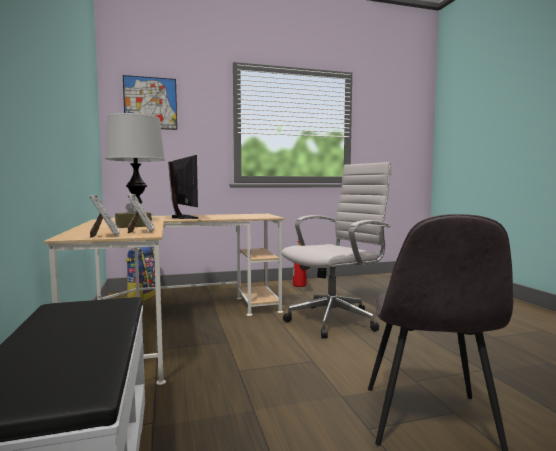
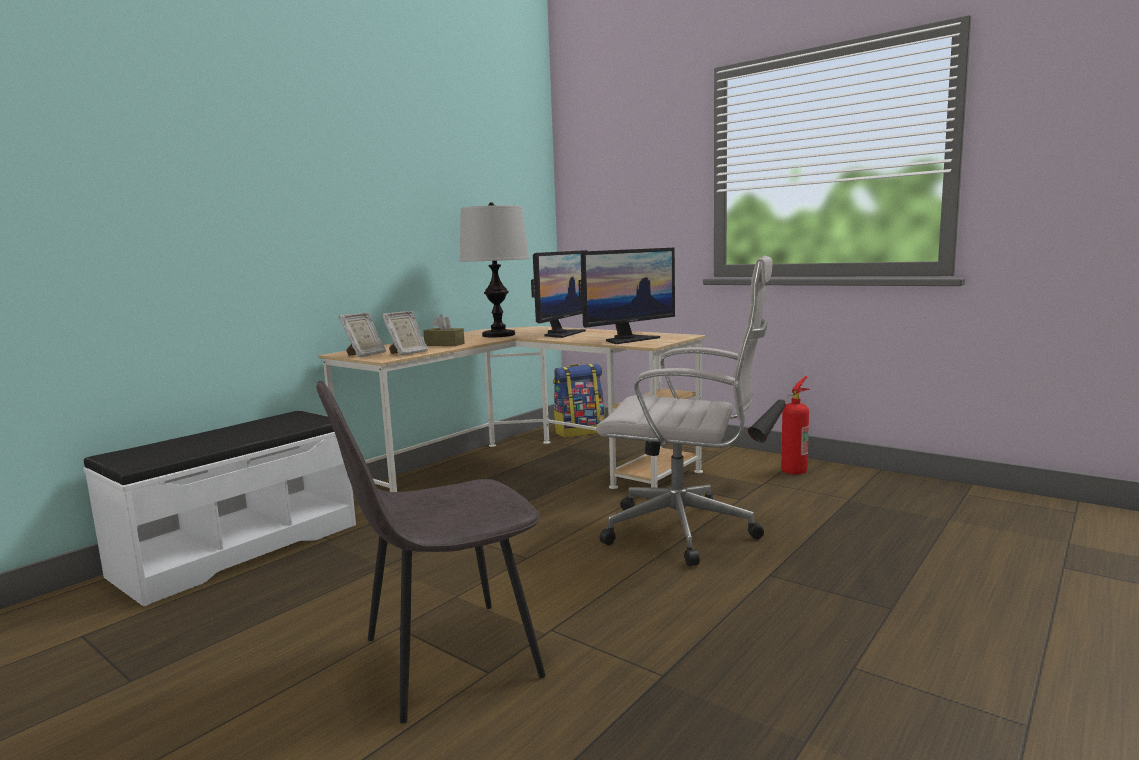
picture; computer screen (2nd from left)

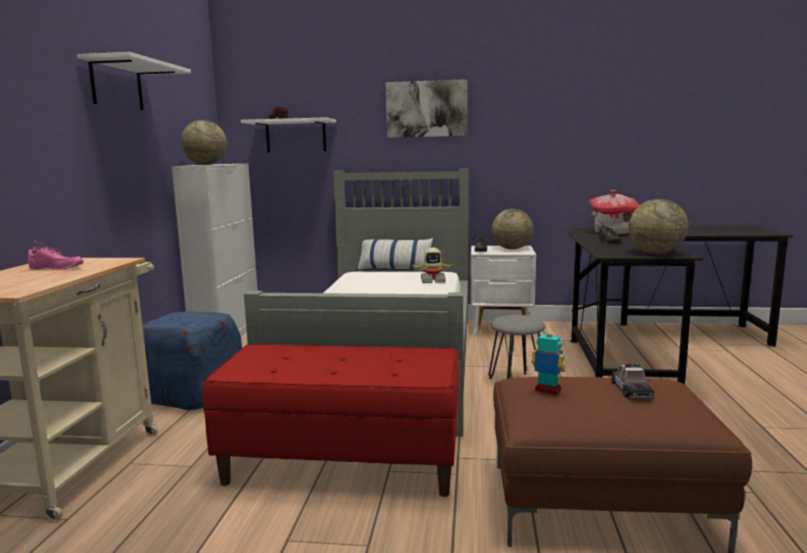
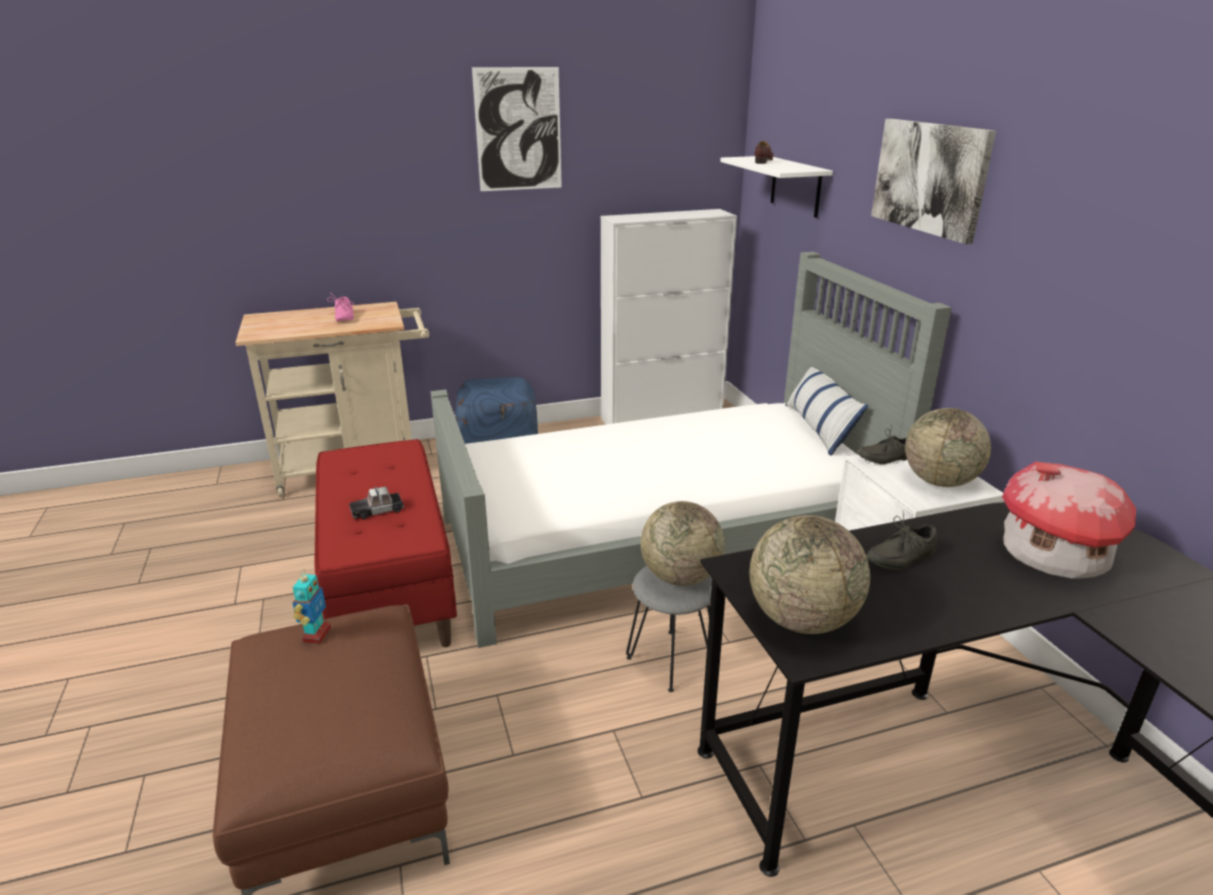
picture (1st from left); globe (1st from left); robot figure (1st from left in the first image); miniature car

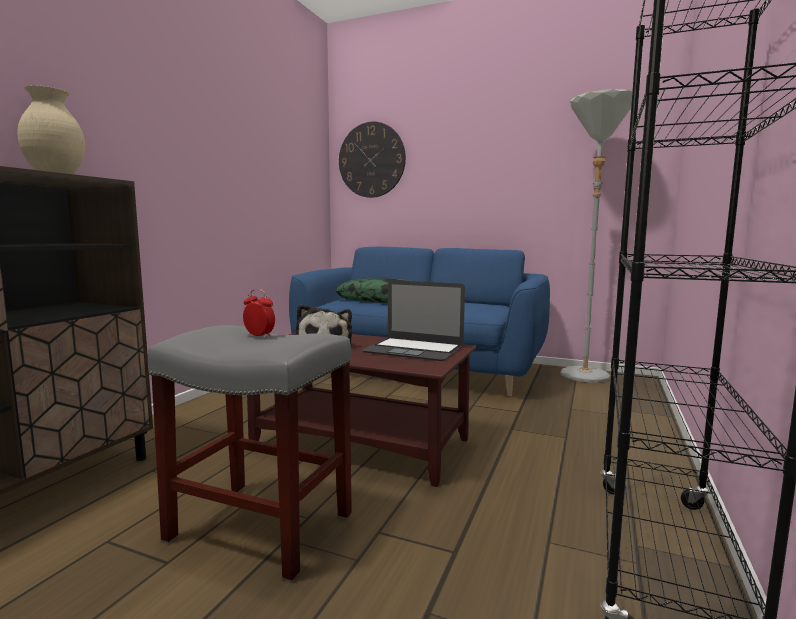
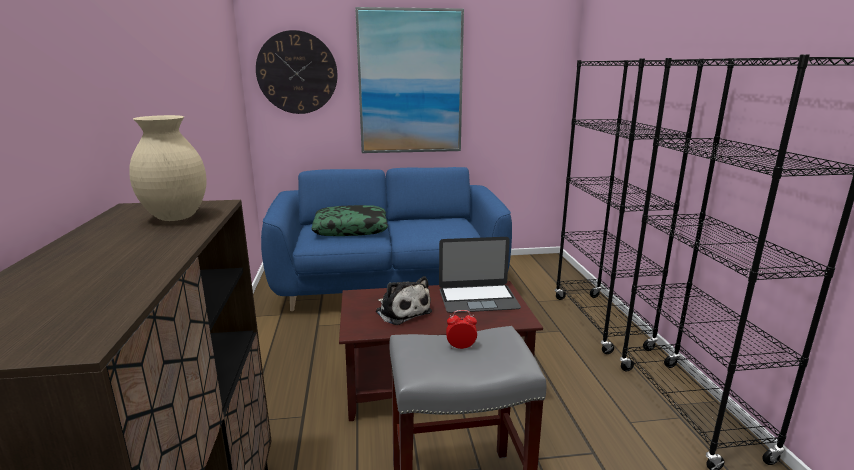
greyish standard lamp; picture; black shelving unit (1st from left)

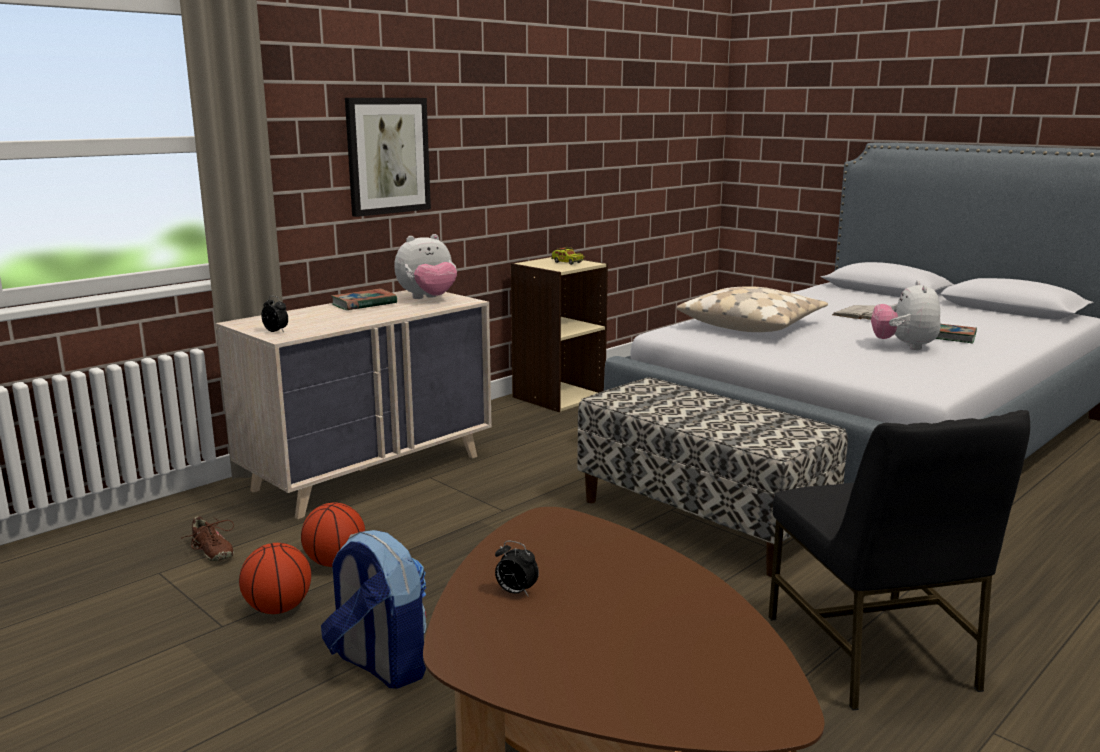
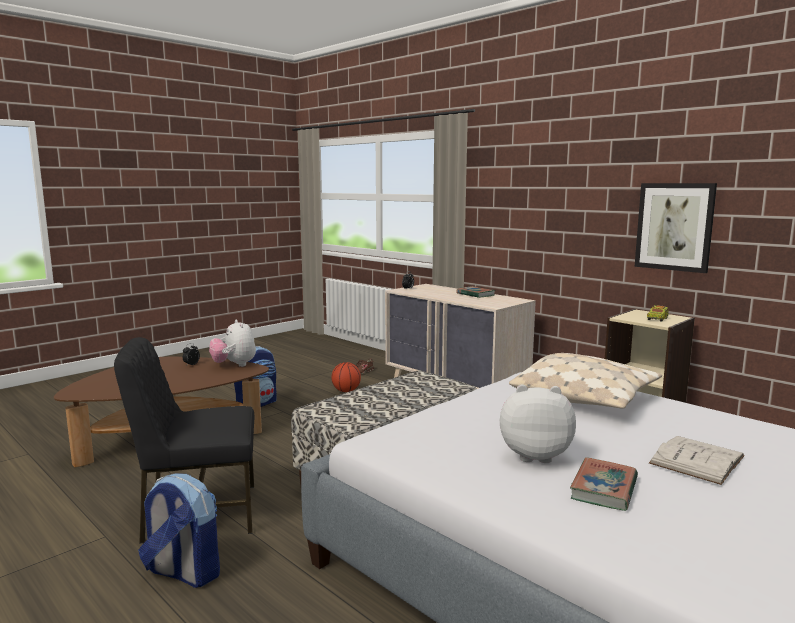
ball for basketball (1st from left in the first image); picture; cuddly toy (1st from left); rucksack (1st from left)

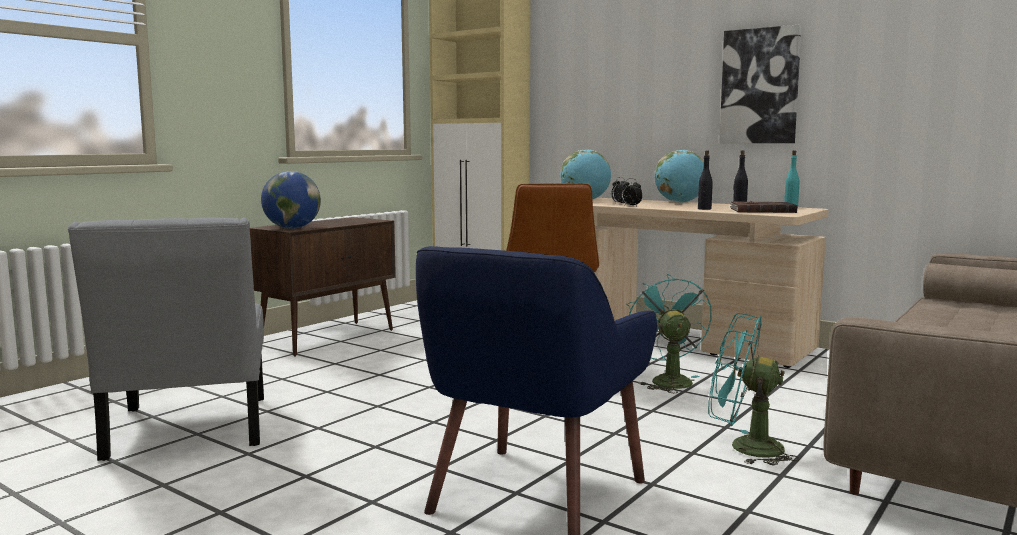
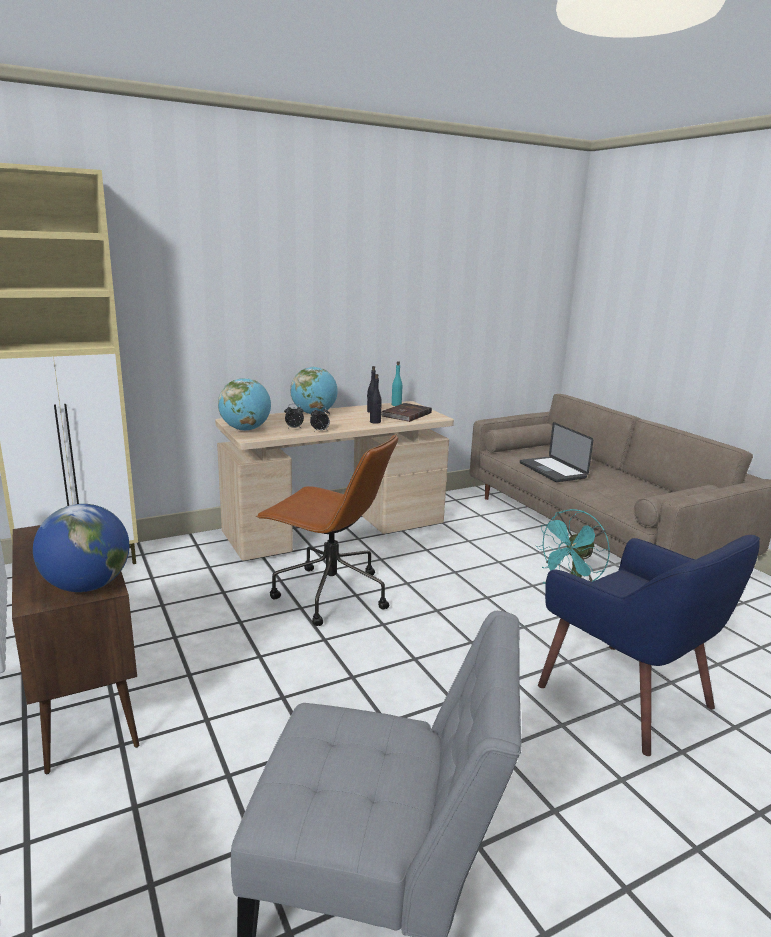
turquoise electric fan (1st from left in the first image); picture; laptop

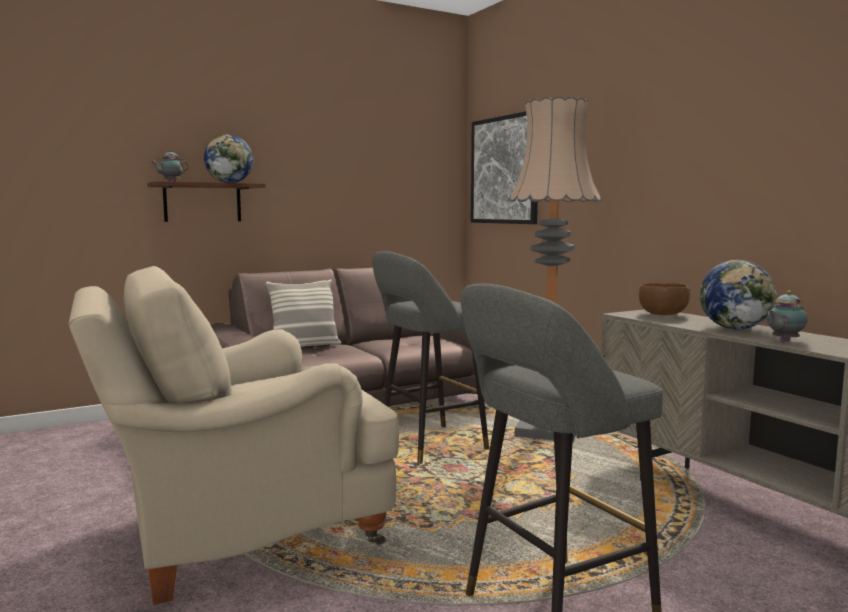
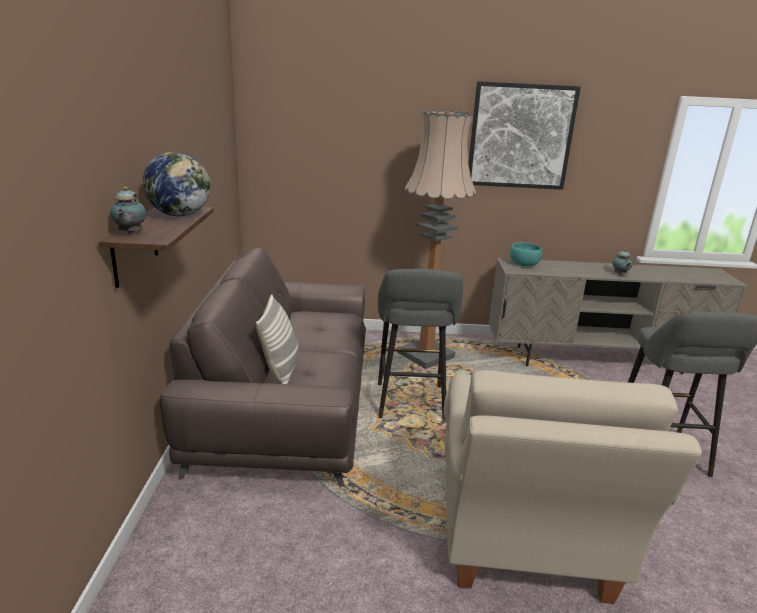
picture; turquoise serving bowl; globe (2nd from left in the first image)

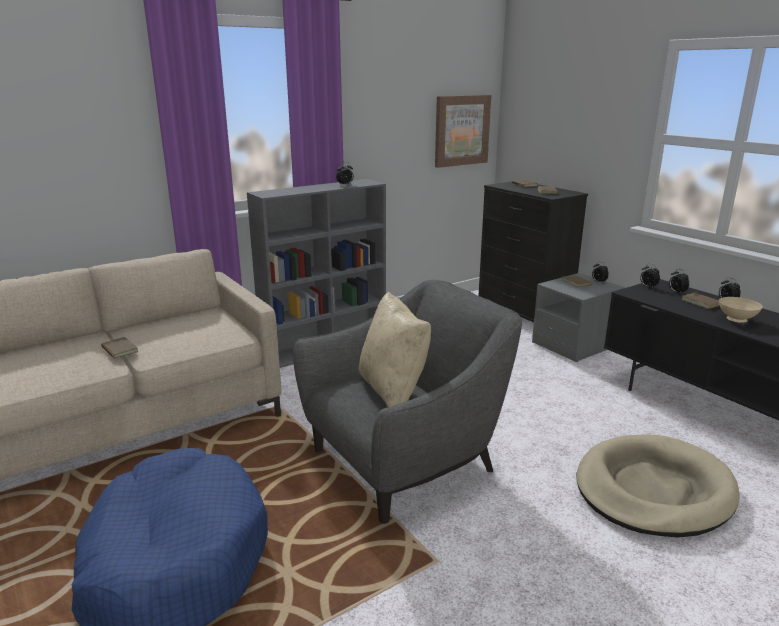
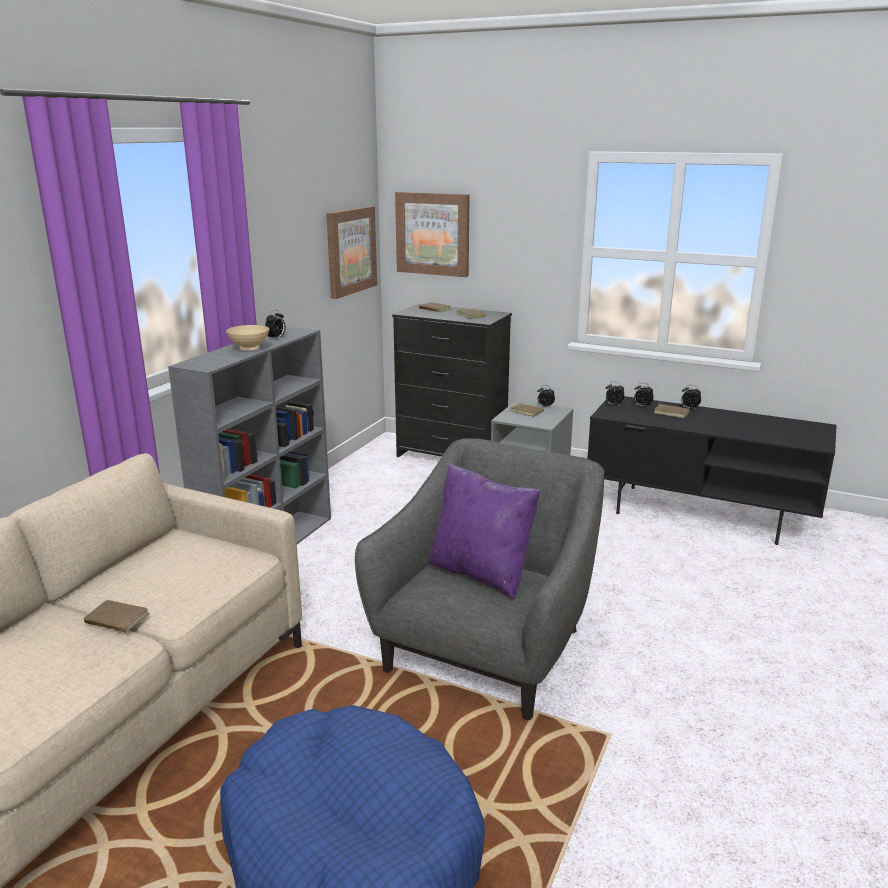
purple-coloured throw pillow; sand-coloured pet bed; sand-coloured serving bowl; picture (2nd from left)

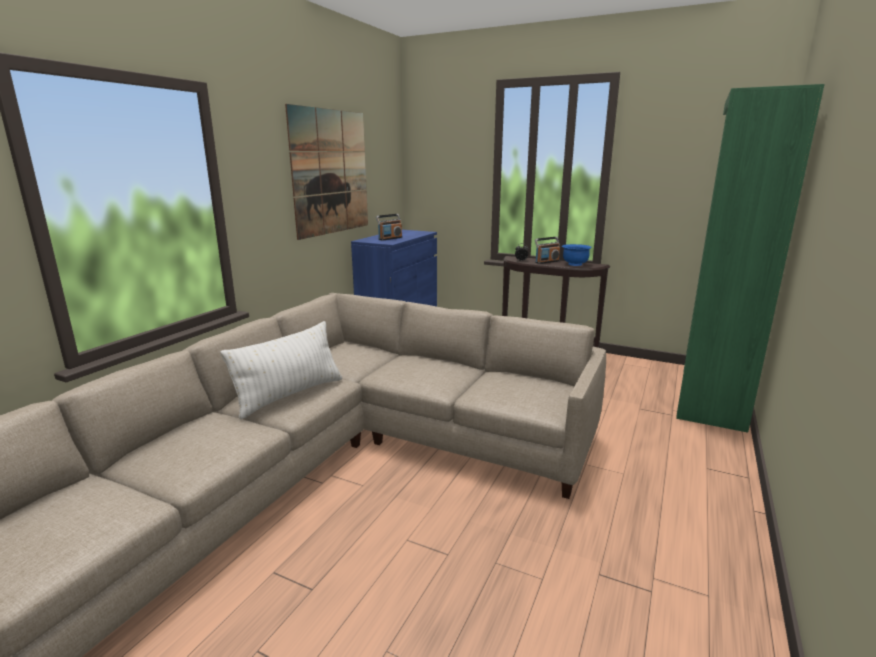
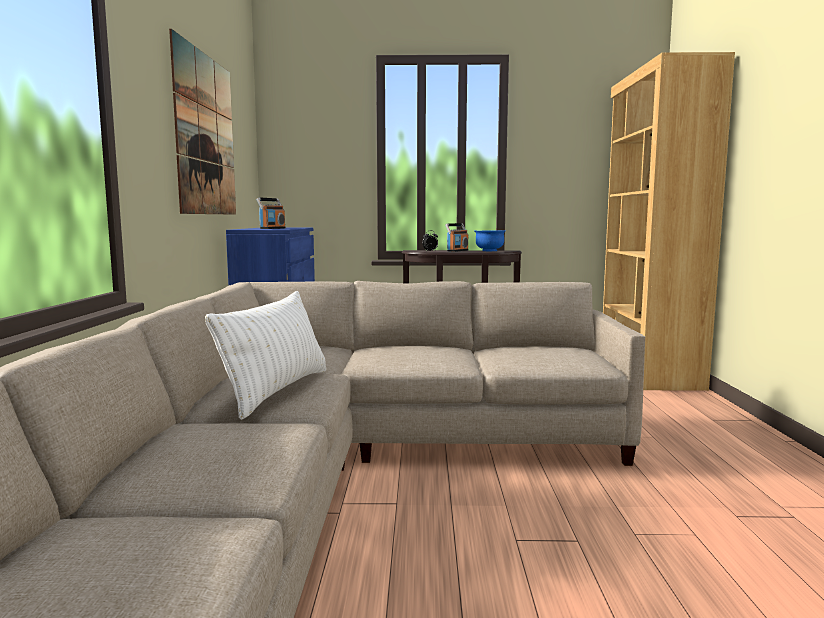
brown shelving unit

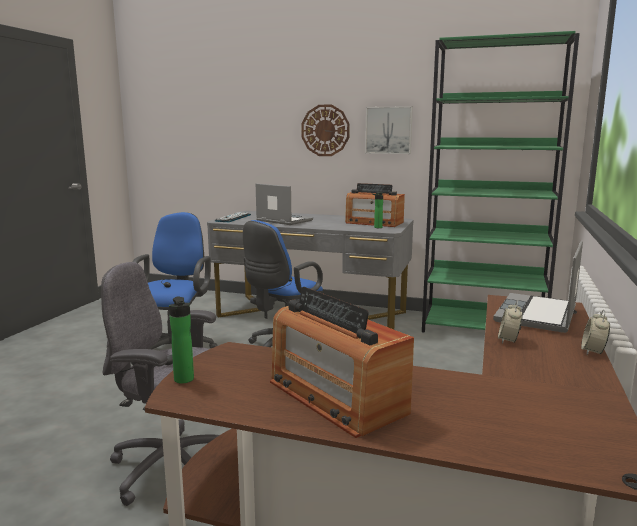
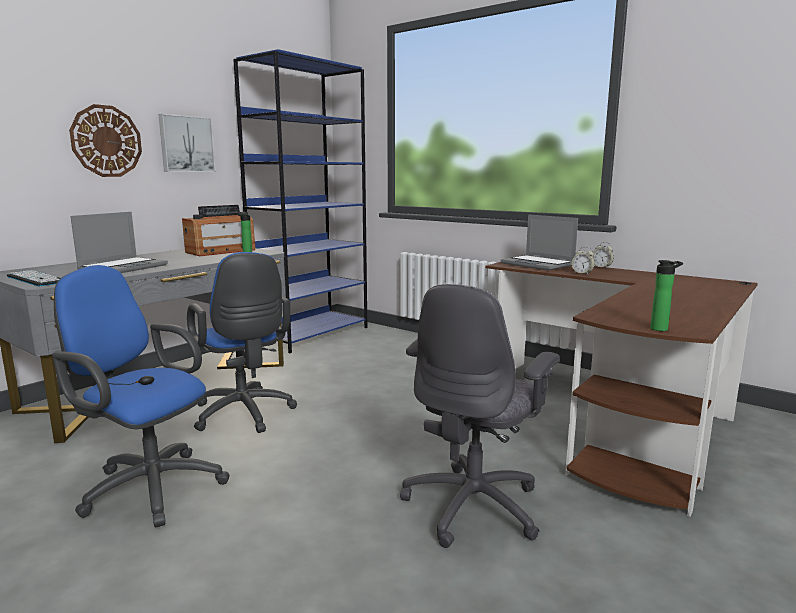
laptop (1st from left); radio receiver (1st from left in the first image); bluish shelving unit

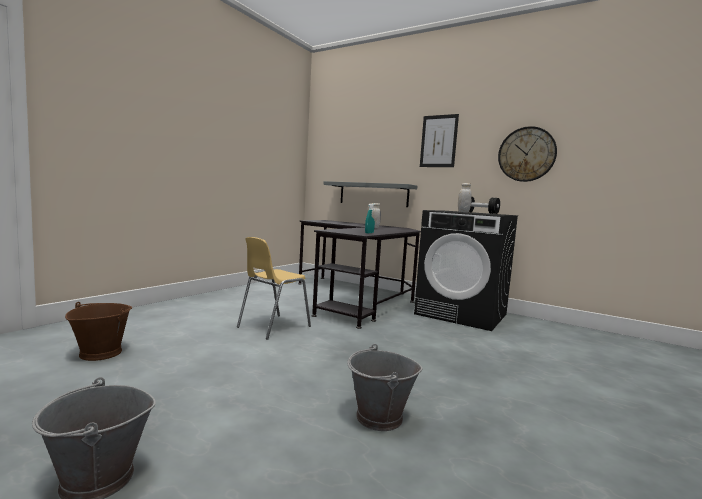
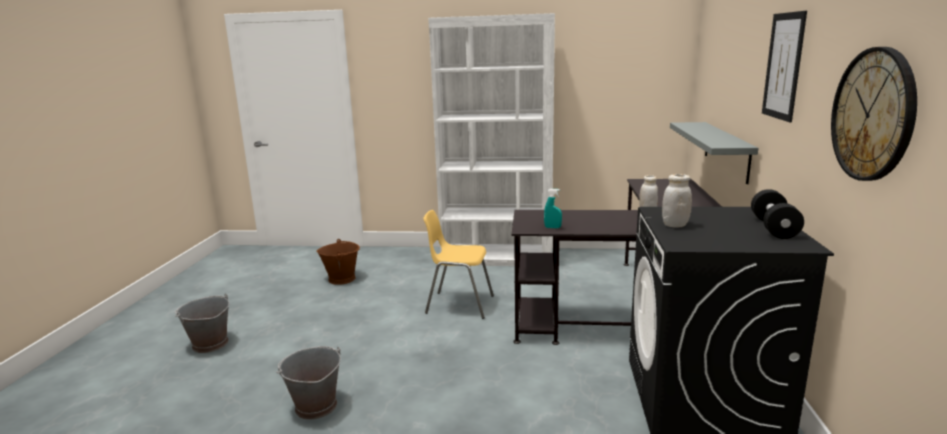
white-coloured shelving unit

